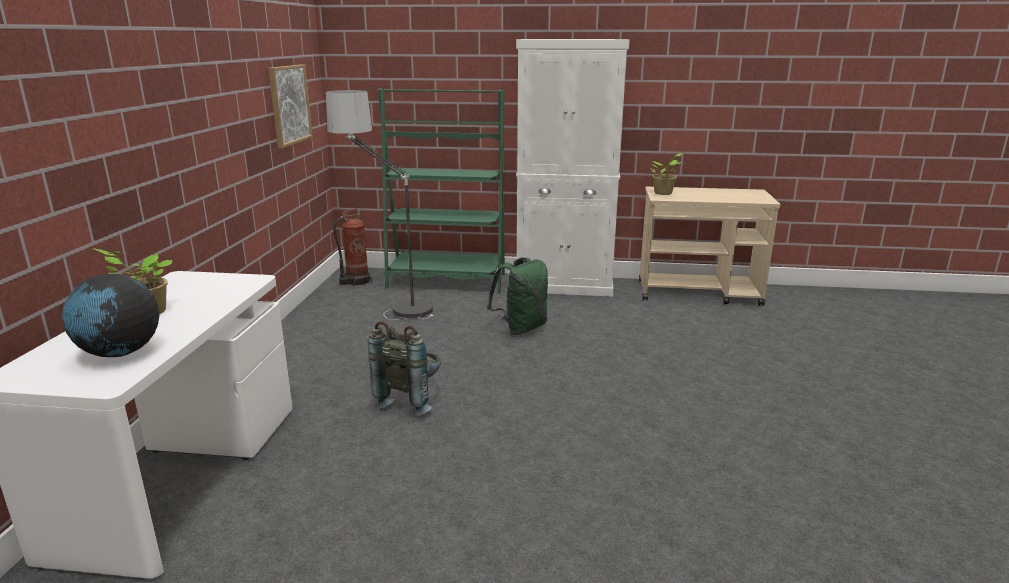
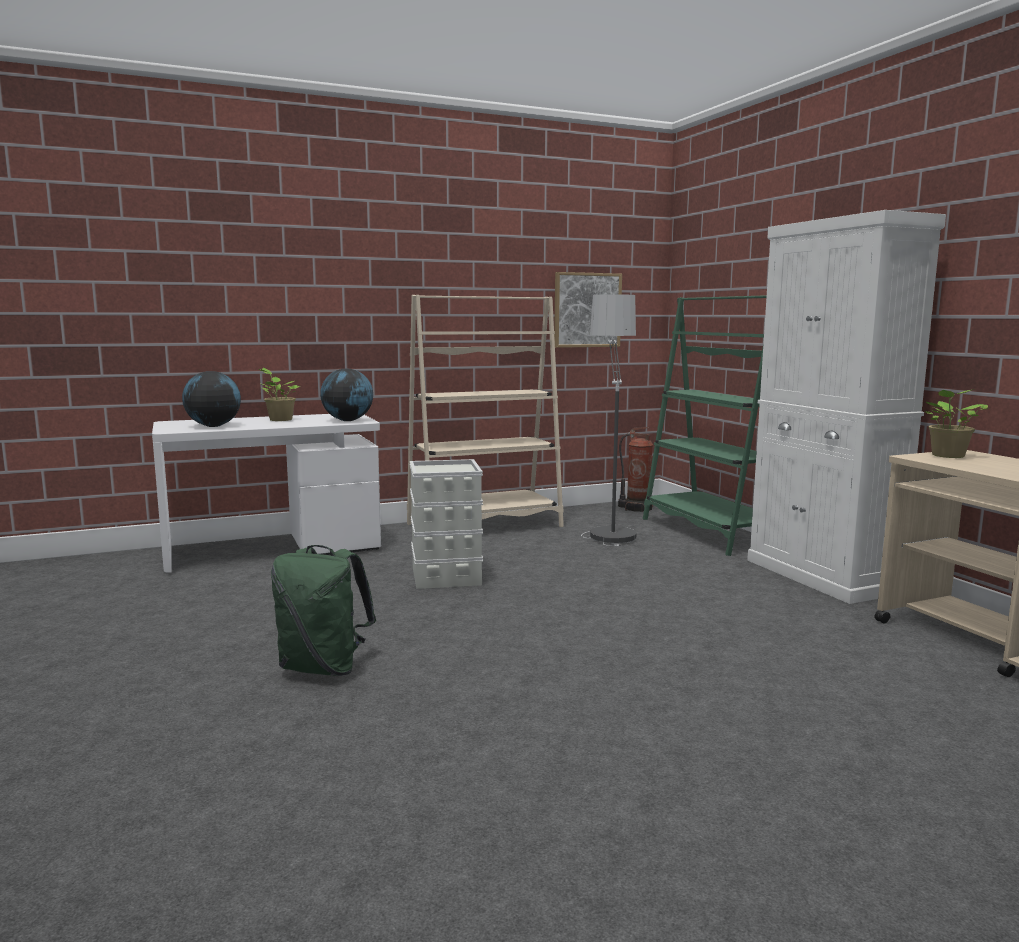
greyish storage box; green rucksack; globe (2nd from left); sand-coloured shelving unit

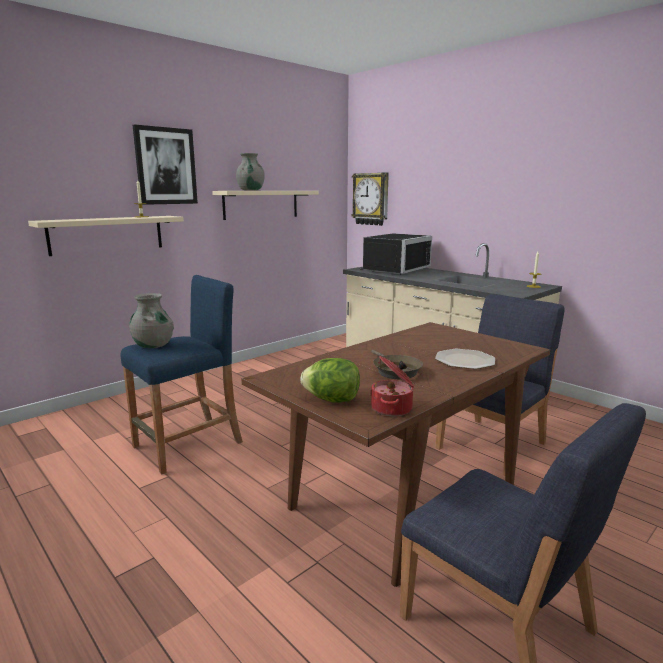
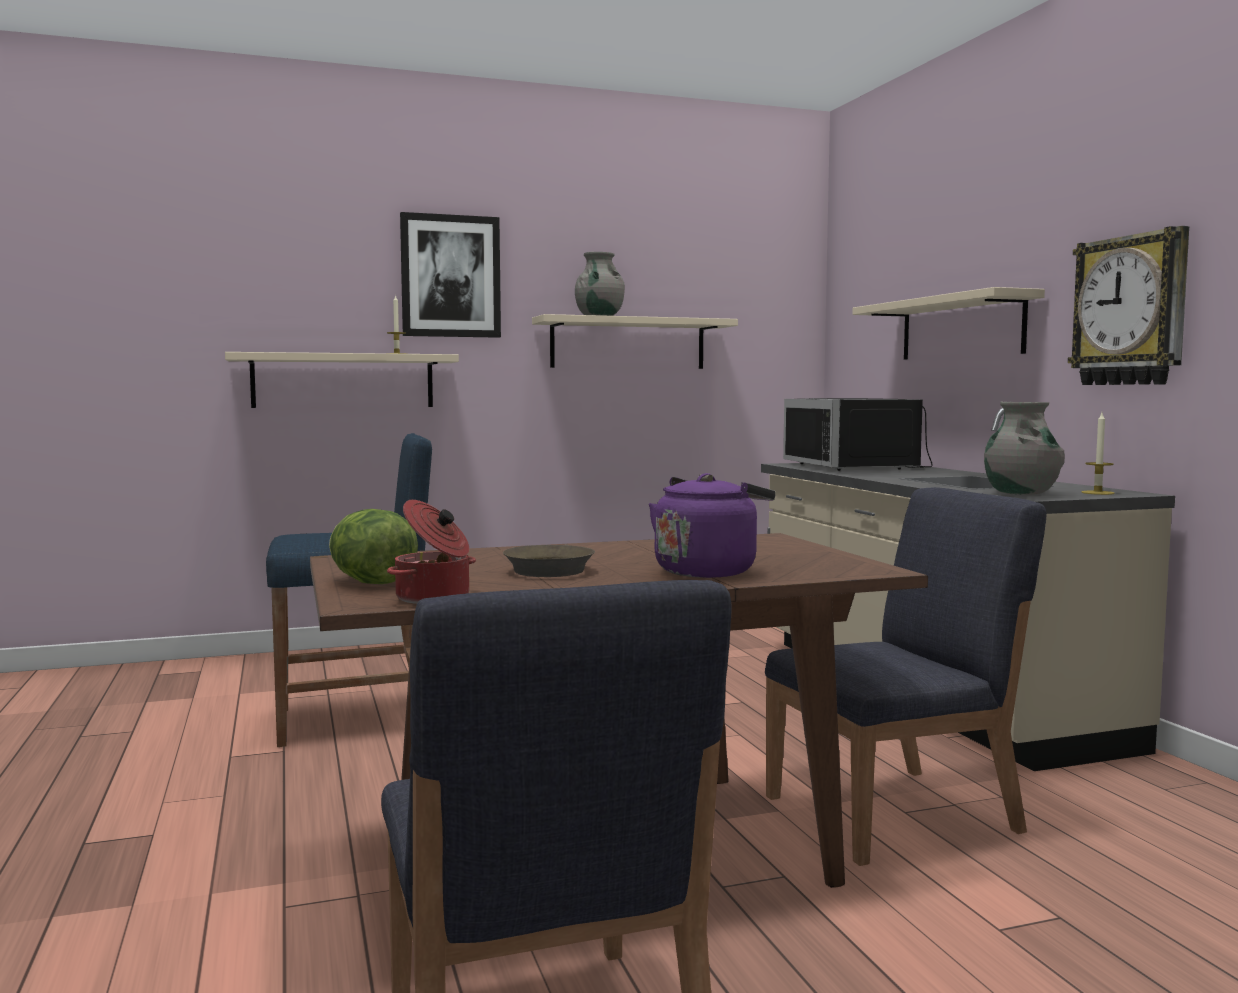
greyish decorative vase (2nd from left); clock on the wall; black microwave; purple-coloured water kettle; sand-coloured bracket shelf (3rd from left)

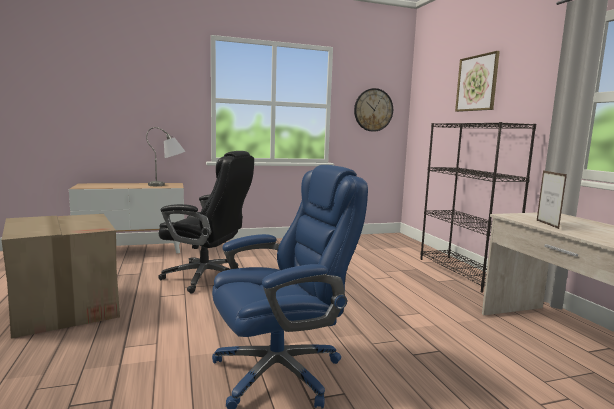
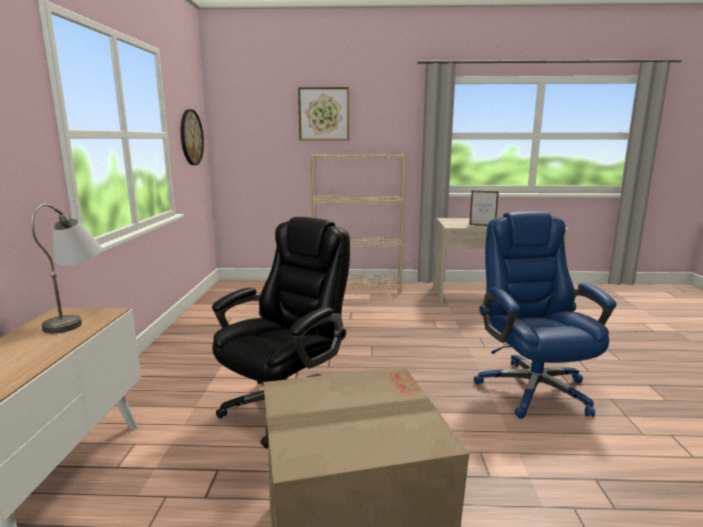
sand-coloured shelving unit

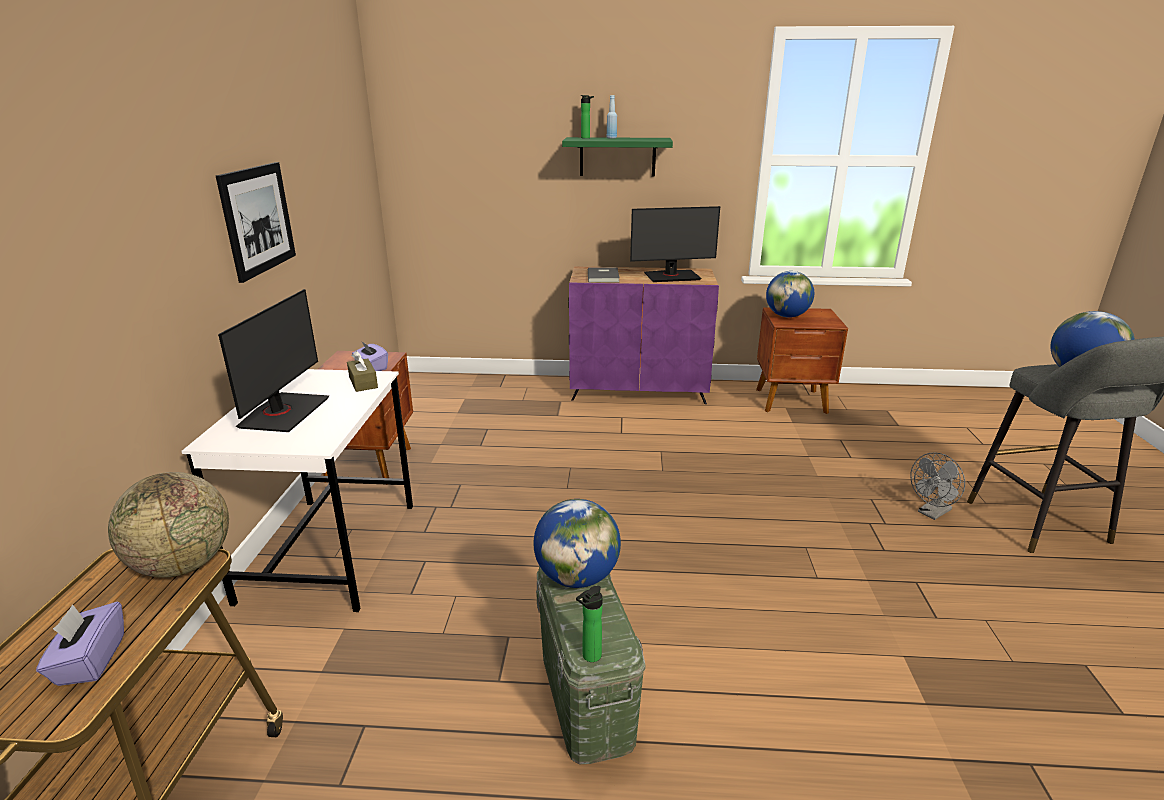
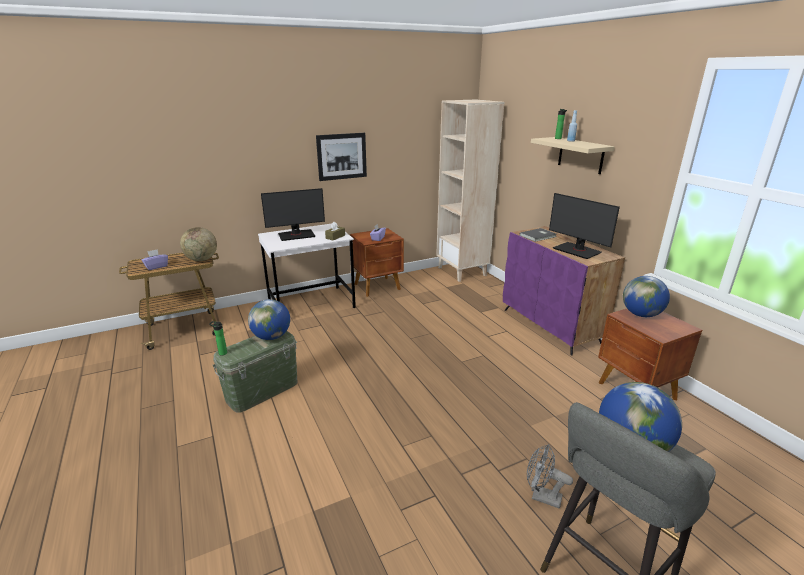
sand-coloured bracket shelf; sand-coloured shelving unit

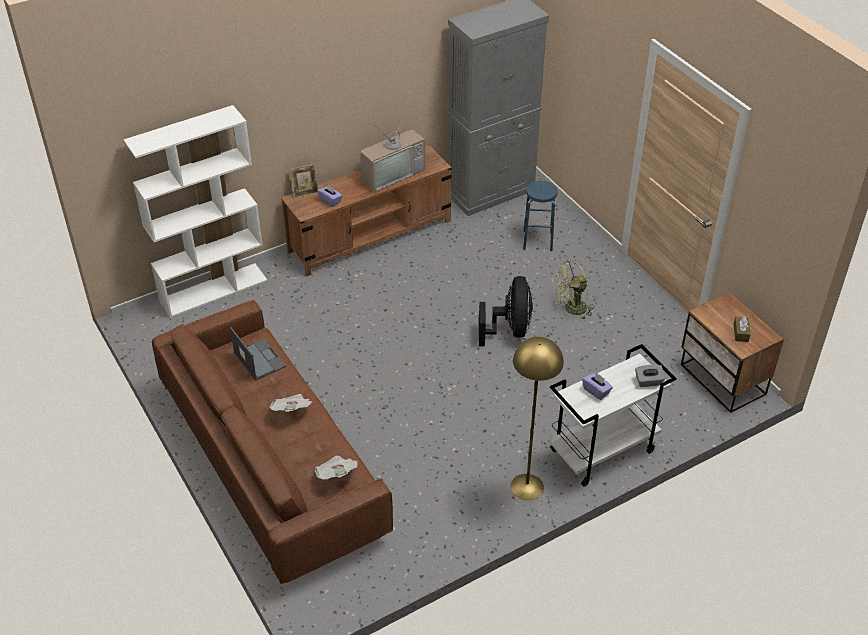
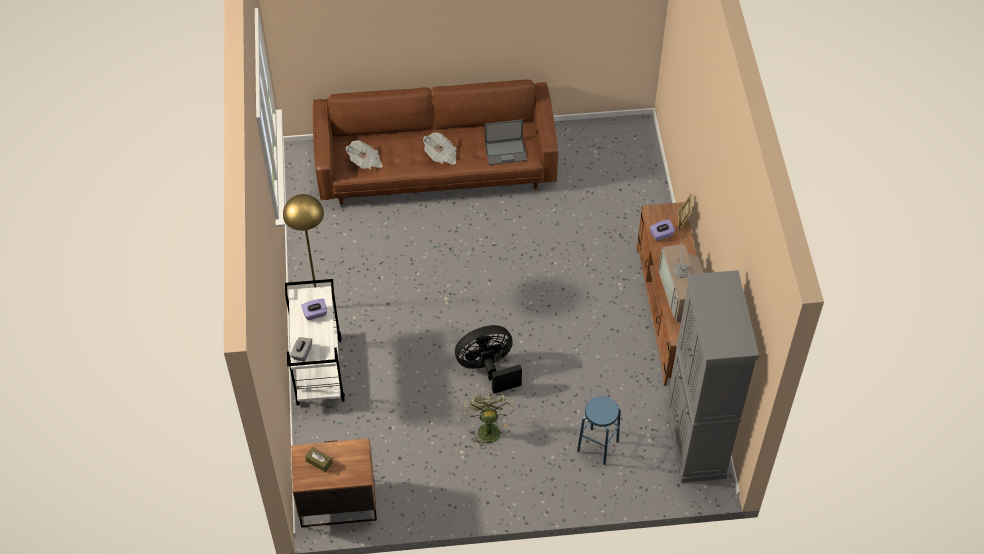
white-coloured shelving unit; black electric fan

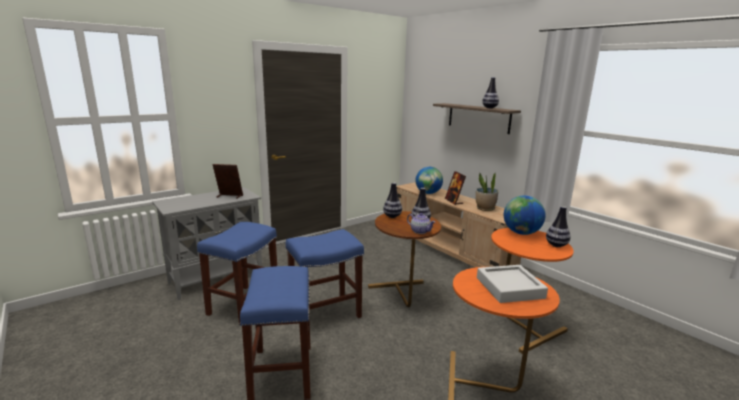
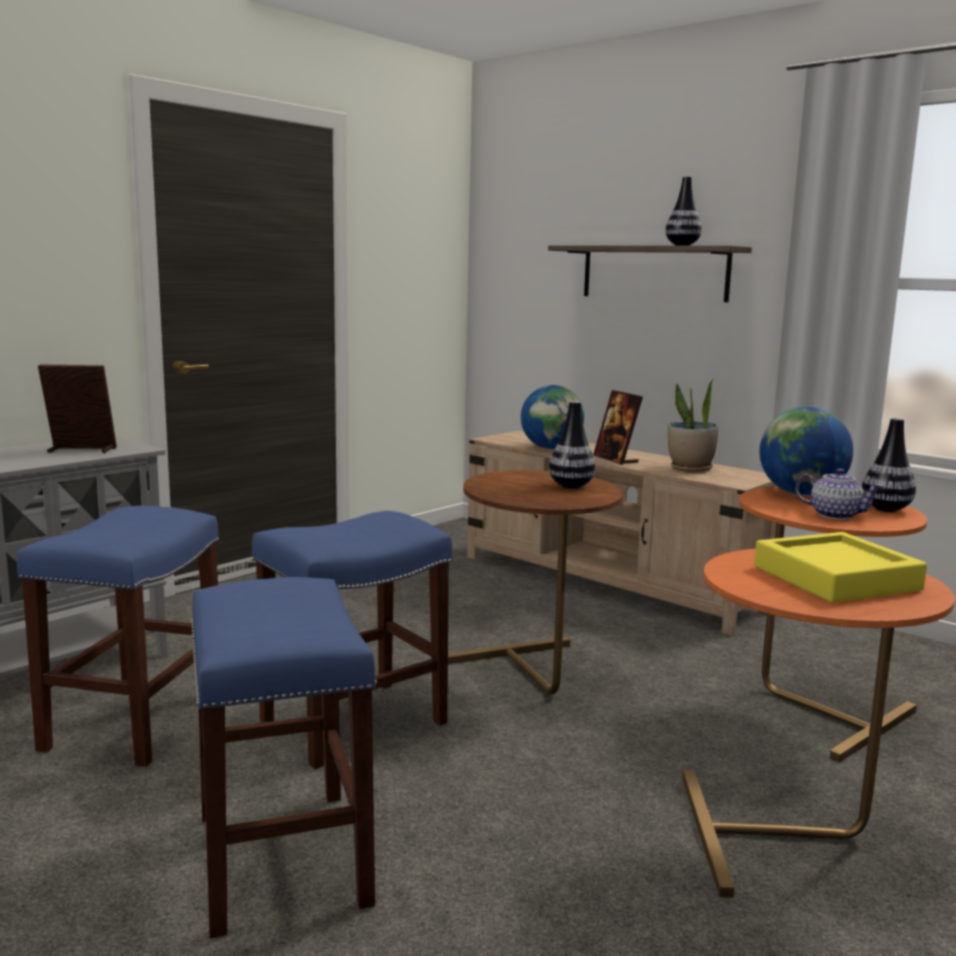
decorative vase (1st from left in the first image); teapot; yellow serving tray

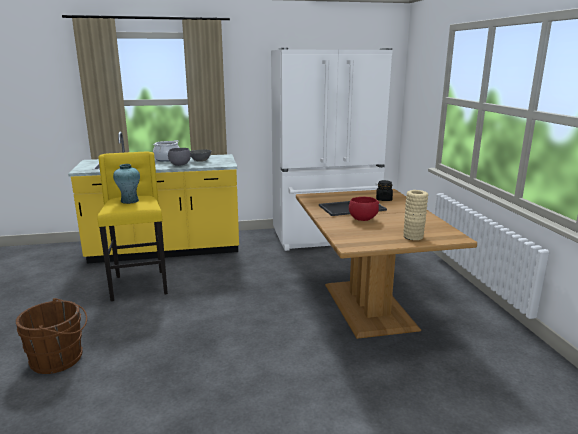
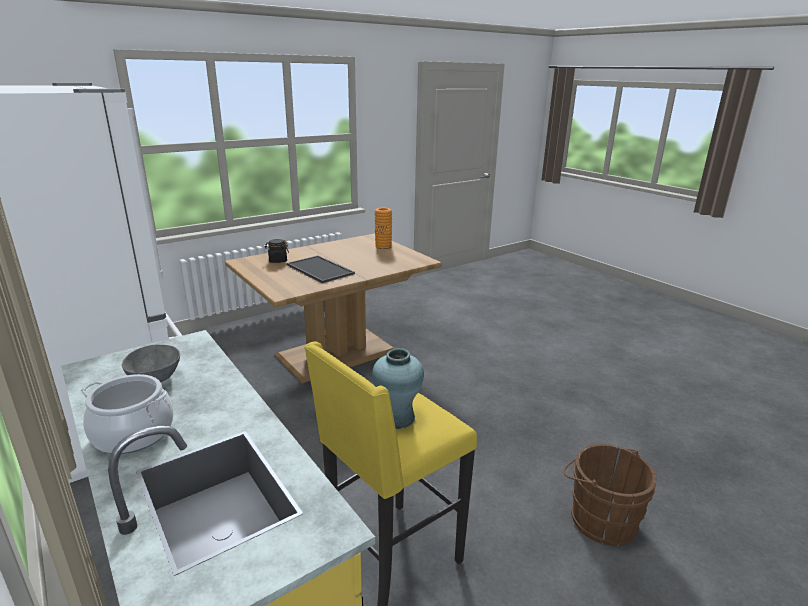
greyish serving bowl (1st from left in the first image); red serving bowl; orange-coloured decorative vase

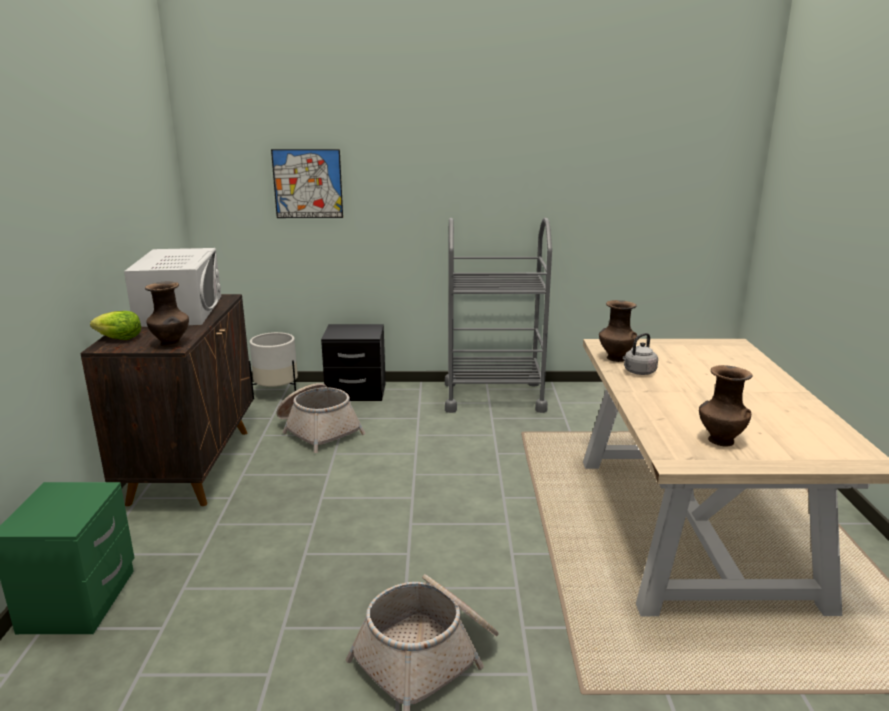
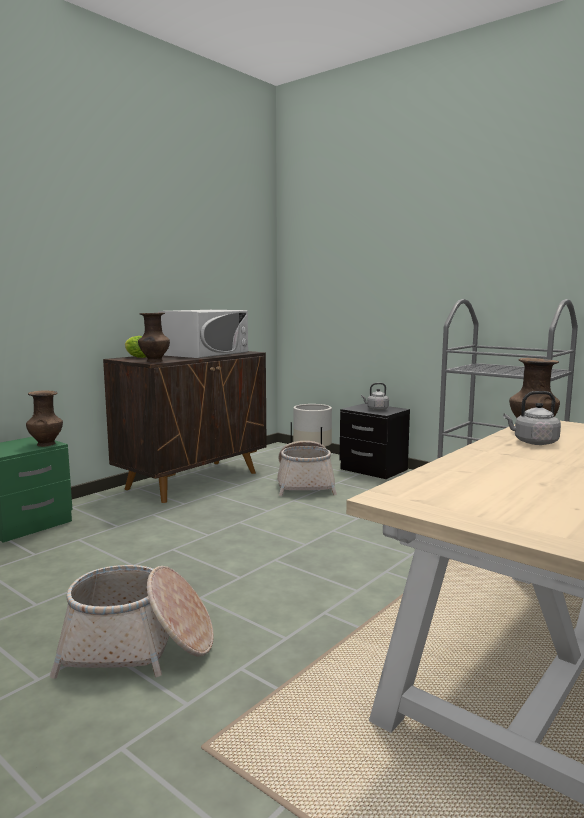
picture; brown decorative vase (1st from left); greyish water kettle (1st from left)

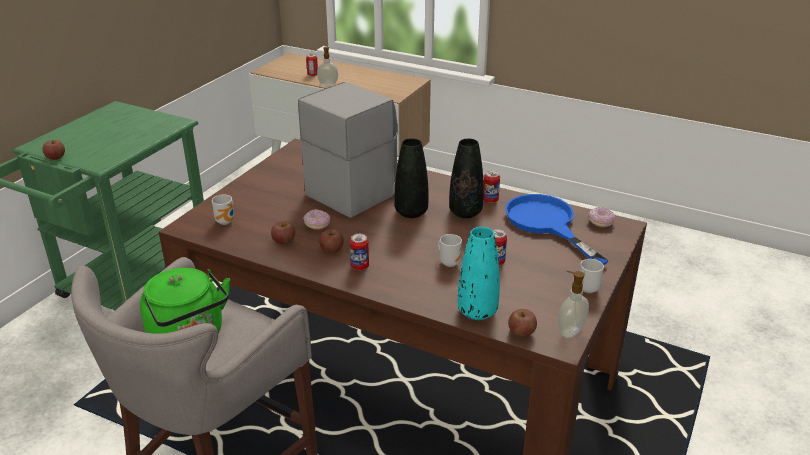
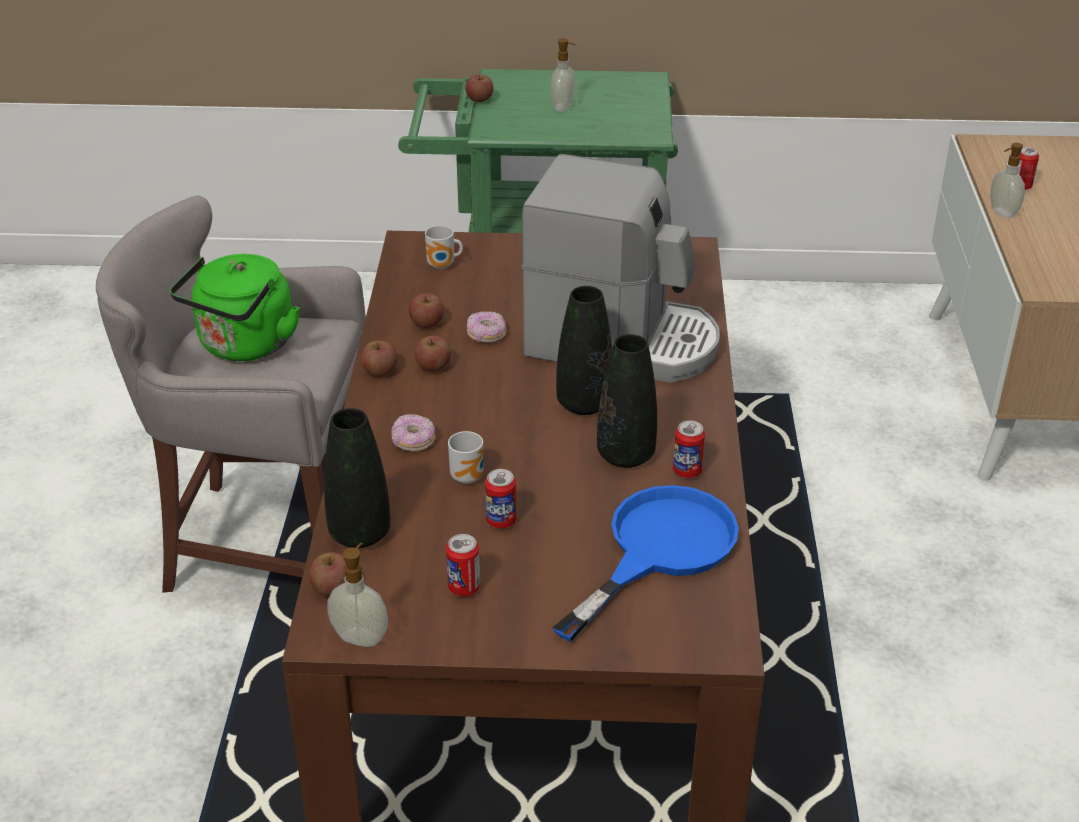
sealed can (1st from left); black decorative vase (1st from left); mug (3rd from left in the first image); doughnut (1st from left); apple fruit (2nd from left); soap bottle (2nd from left)

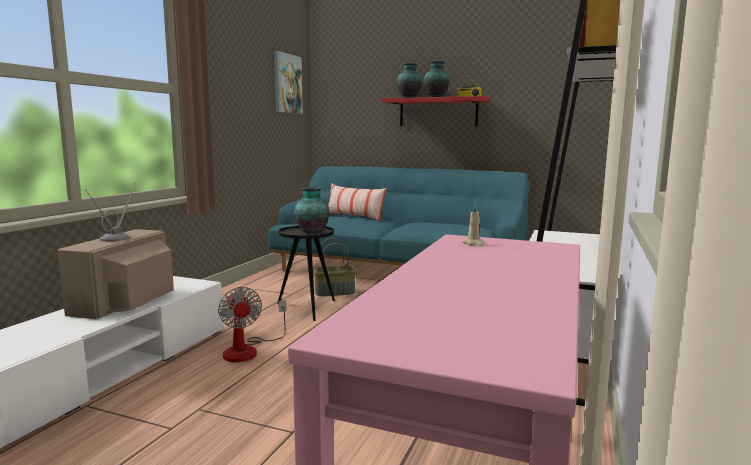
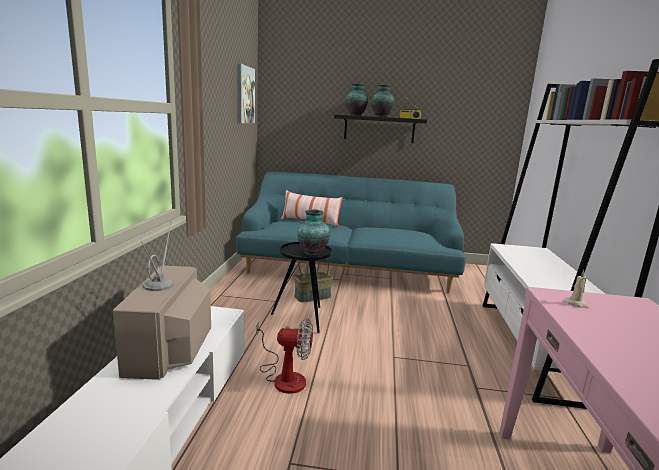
electric fan; black bracket shelf

